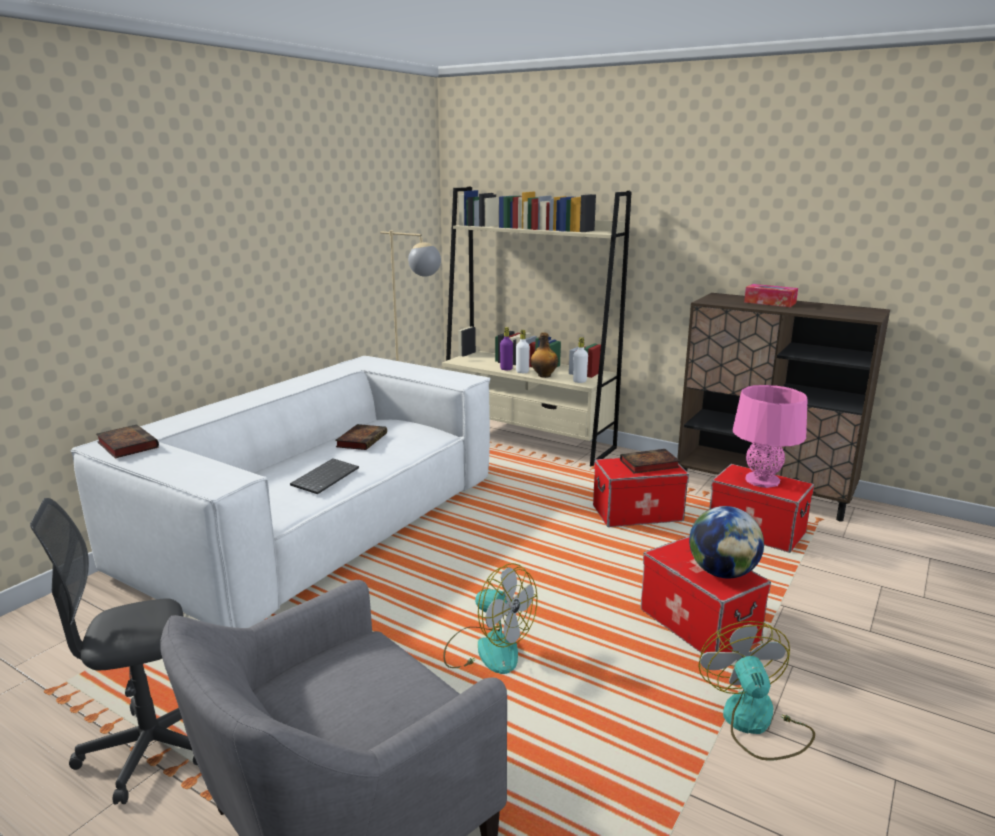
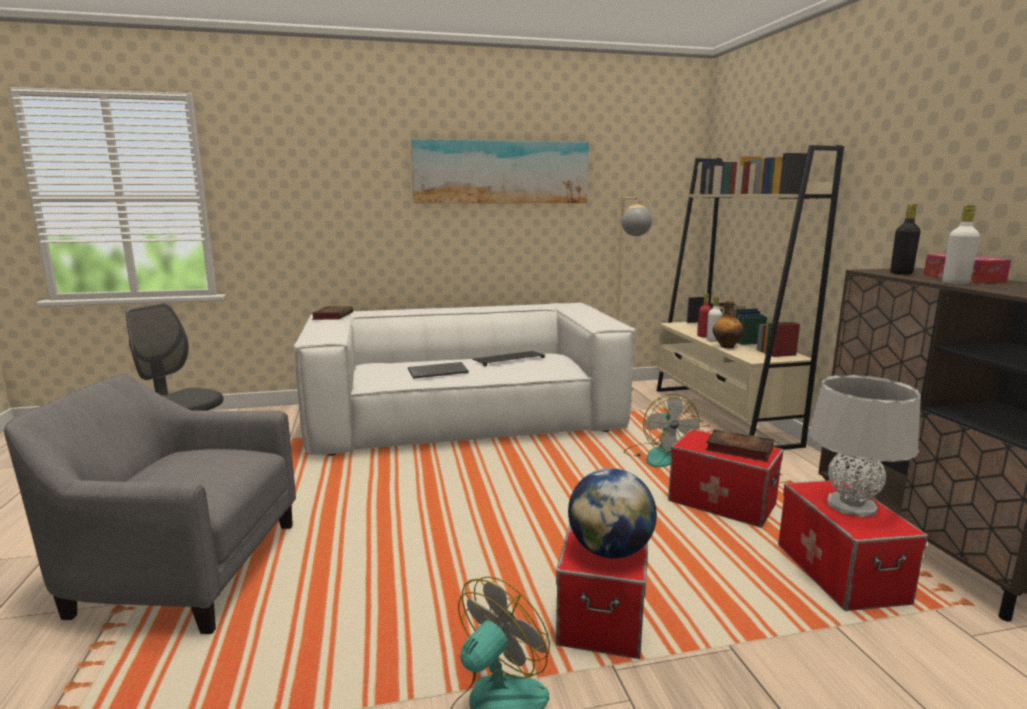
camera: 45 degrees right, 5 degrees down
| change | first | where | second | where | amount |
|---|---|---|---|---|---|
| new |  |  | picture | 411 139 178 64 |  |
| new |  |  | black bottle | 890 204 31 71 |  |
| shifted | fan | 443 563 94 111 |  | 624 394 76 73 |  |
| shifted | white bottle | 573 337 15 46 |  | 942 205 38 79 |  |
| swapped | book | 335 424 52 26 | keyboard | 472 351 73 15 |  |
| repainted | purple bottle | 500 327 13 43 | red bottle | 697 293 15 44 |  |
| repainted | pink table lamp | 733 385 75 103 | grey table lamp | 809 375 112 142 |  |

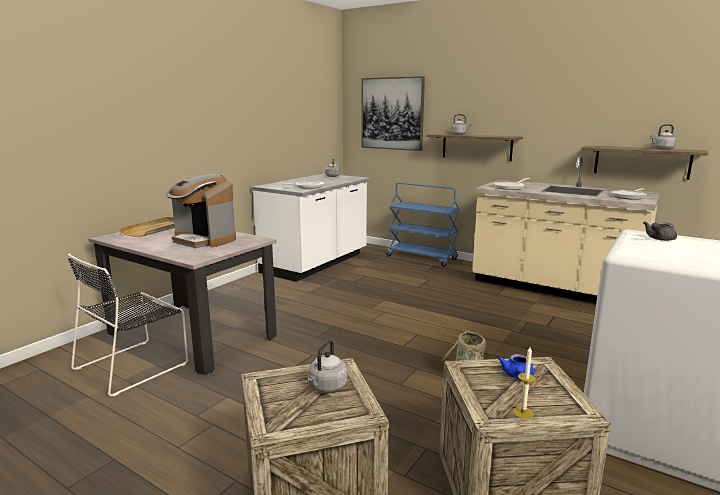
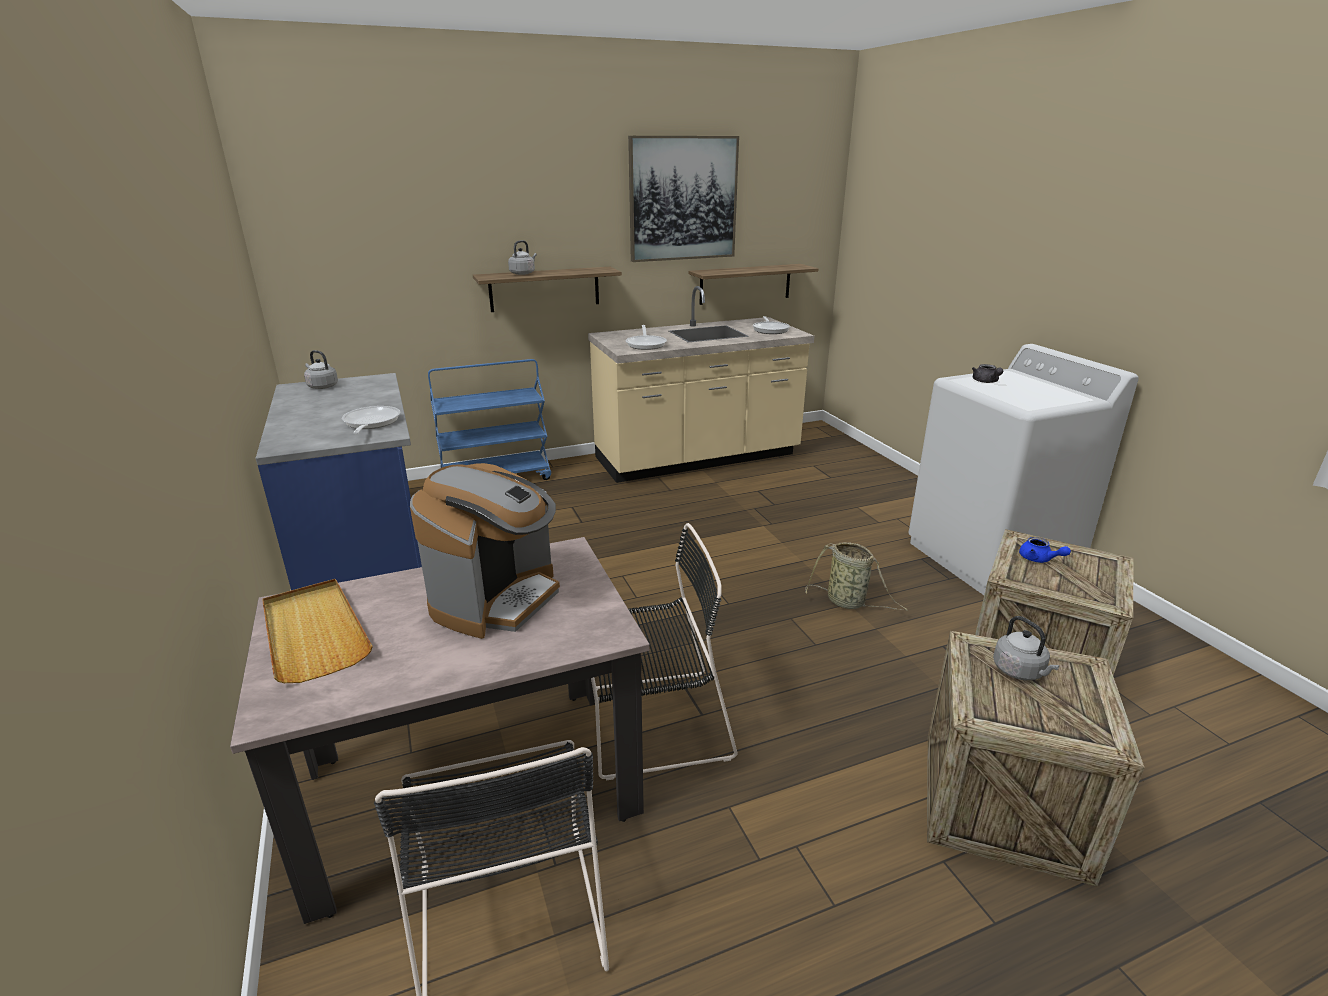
camera: 55 degrees left, 10 degrees up
| change | first | where | second | where | amount |
|---|---|---|---|---|---|
| gone | candle | 513 347 23 72 |  |  |  |
| gone | grey kettle | 650 124 27 26 |  |  |  |
| new |  |  | black chair | 591 523 146 258 |  |
| shifted | picture | 362 76 63 75 |  | 628 136 111 126 |  |
| repainted | white counter | 252 174 118 108 | blue counter | 256 373 166 217 |  |
| rotated | coffee machine | 166 174 70 74 |  | 410 463 150 176 | 45 degrees counterclockwise |

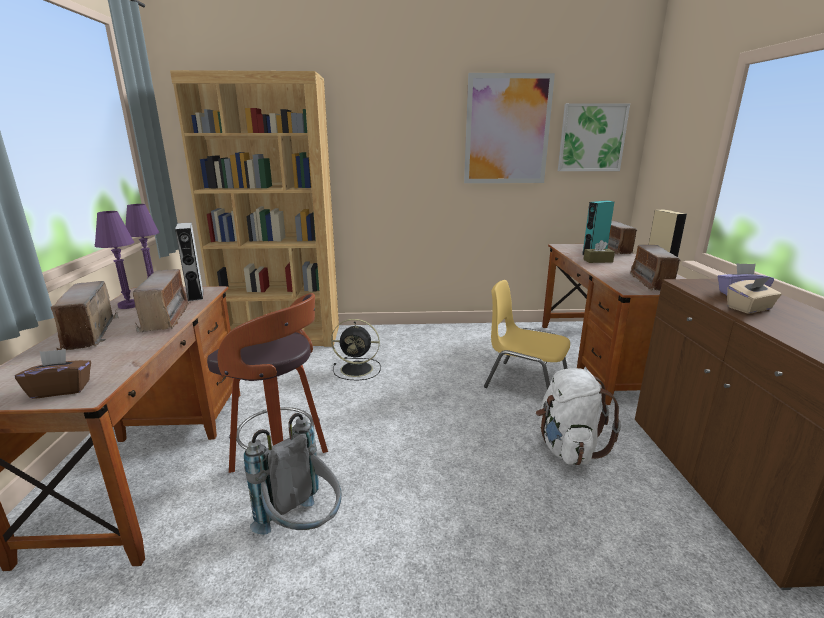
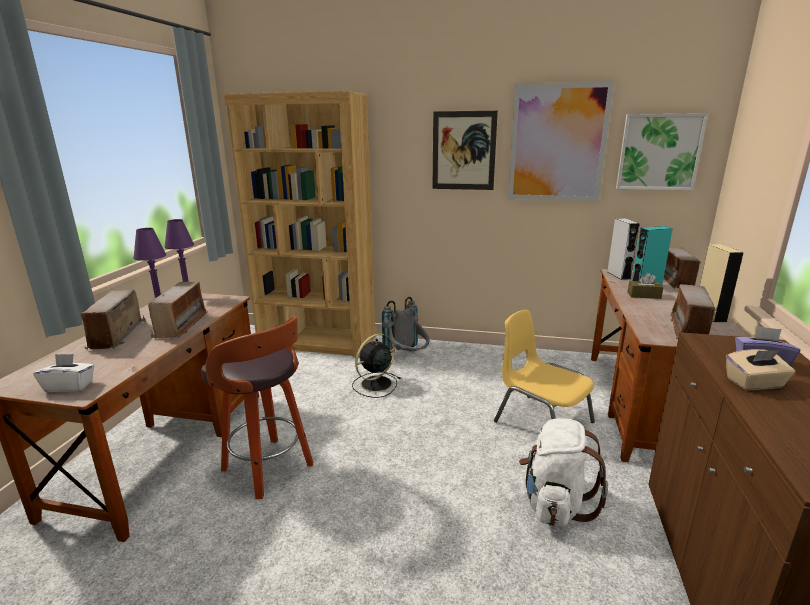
camera: 15 degrees right, 0 degrees up
| change | first | where | second | where | amount |
|---|---|---|---|---|---|
| new |  |  | picture | 432 111 66 79 |  |
| shifted | grey speaker | 175 222 28 79 |  | 607 218 33 62 |  |
| shifted | grey backpack | 244 413 98 122 |  | 382 297 47 56 |  |
| repainted | brown tissue box | 15 349 76 50 | white tissue box | 33 354 62 38 |  |
| rotated | black fan | 331 319 50 62 |  | 352 333 49 65 | 120 degrees clockwise |

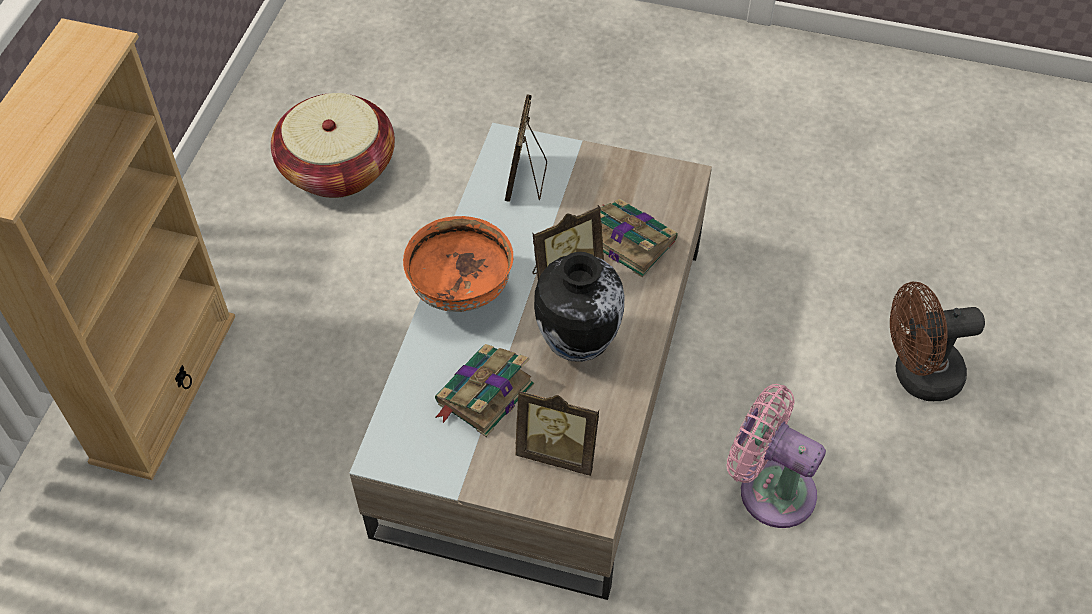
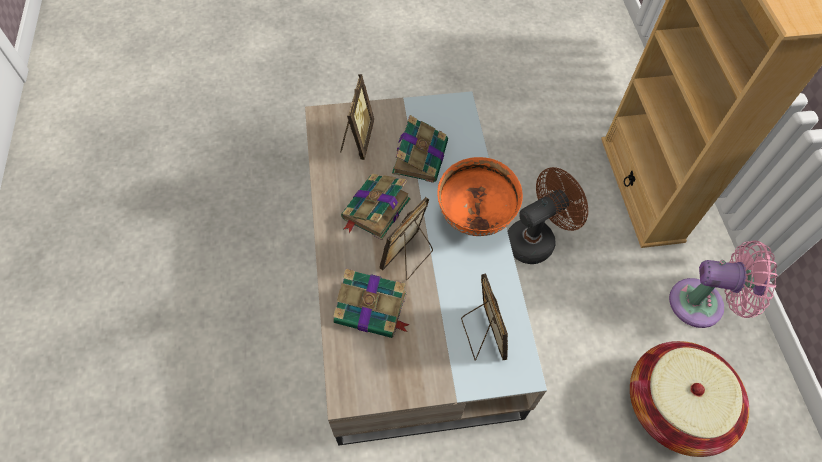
camera: 155 degrees right, 5 degrees up
| change | first | where | second | where | amount |
|---|---|---|---|---|---|
| shifted | pink fan | 727 384 99 144 |  | 669 241 108 87 |  |
| shifted | brown fan | 890 281 95 120 |  | 507 167 81 97 |  |
| swapped | vase | 534 252 91 110 | book | 341 174 70 66 |  |
| rotated | picture frame | 515 389 84 87 |  | 340 74 34 86 | 105 degrees clockwise |

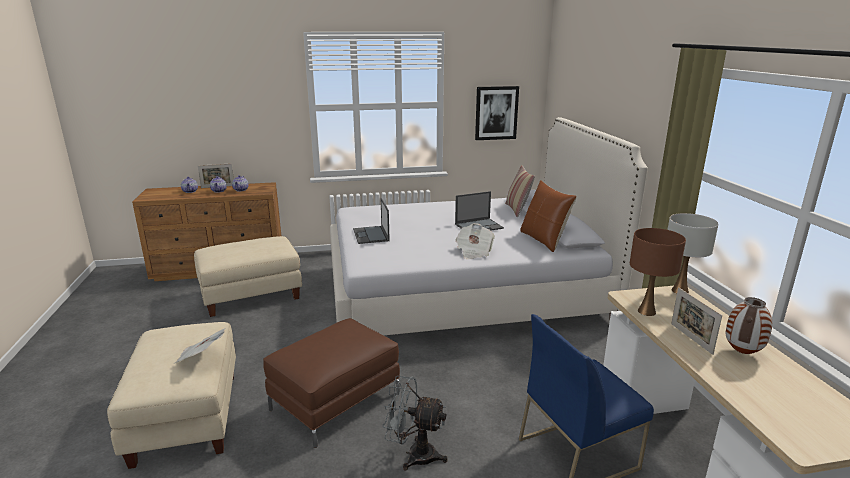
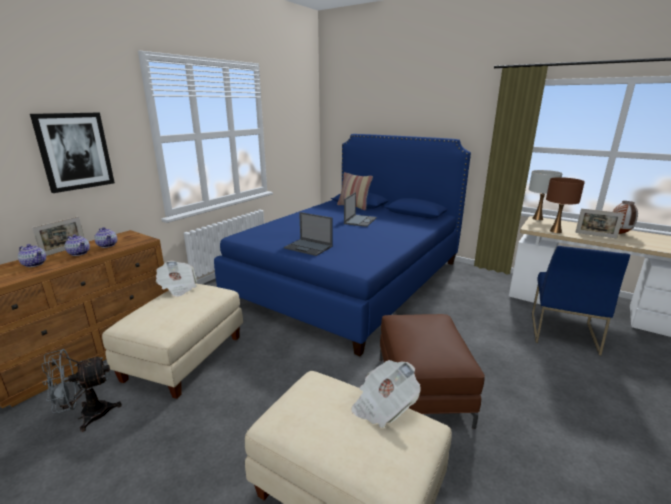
camera: 45 degrees left, 0 degrees up
| change | first | where | second | where | amount |
|---|---|---|---|---|---|
| gone | brown pillow | 520 180 57 72 |  |  |  |
| shifted | grey fan | 383 376 64 95 |  | 42 349 80 83 |  |
| shifted | newspaper | 456 223 39 36 |  | 156 261 41 36 |  |
| shifted | picture | 475 86 44 54 |  | 30 113 85 80 |  |
| repainted | white bed | 330 117 318 218 | blue bed | 214 134 257 222 |  |

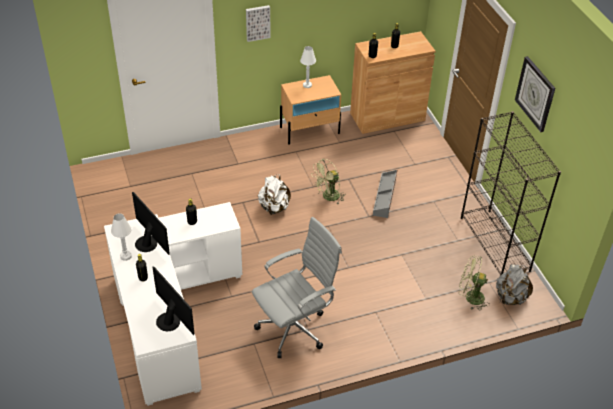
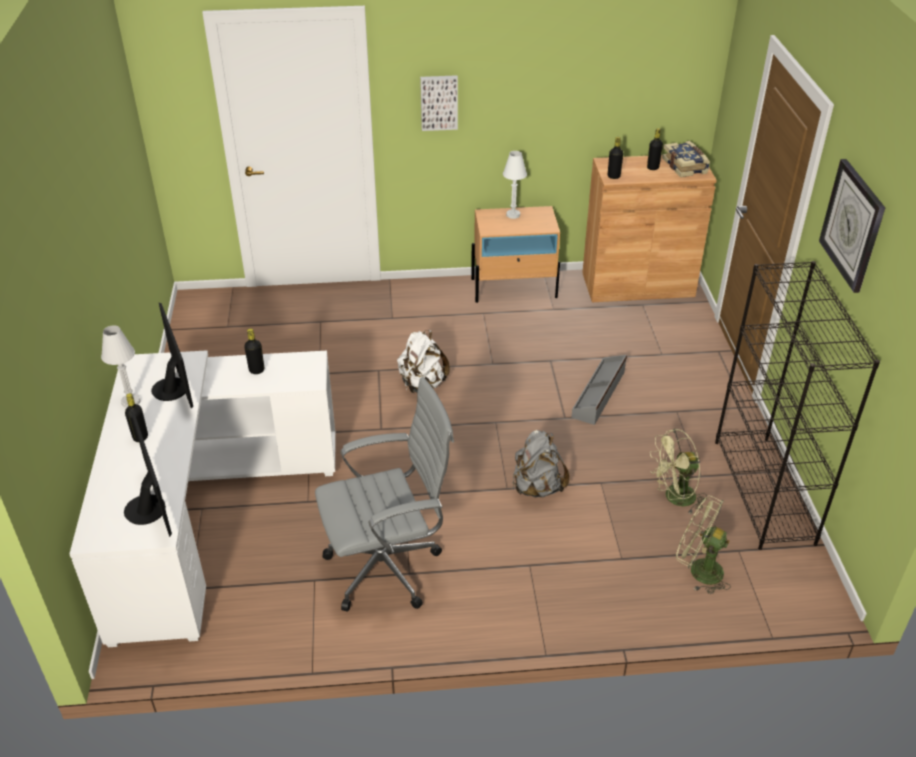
camera: 15 degrees right, 5 degrees down
| change | first | where | second | where | amount |
|---|---|---|---|---|---|
| new |  |  | book | 662 141 48 36 |  |
| shifted | green fan | 311 159 34 45 |  | 650 429 57 85 |  |
| shifted | grey backpack | 496 264 37 41 |  | 512 430 58 67 |  |

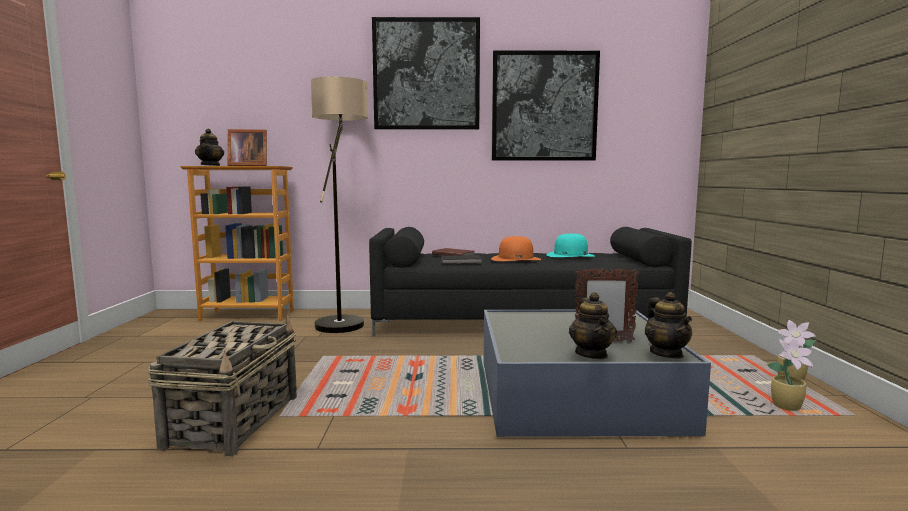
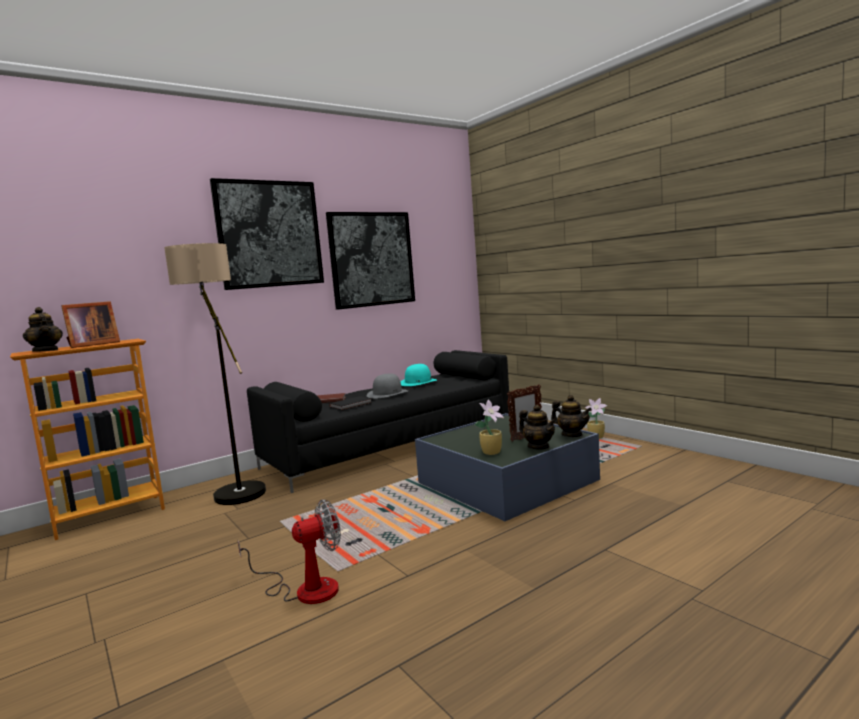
camera: 35 degrees left, 0 degrees up
| change | first | where | second | where | amount |
|---|---|---|---|---|---|
| shifted | potted plant | 767 338 46 73 |  | 475 399 29 56 |  |
| swapped | basket | 147 315 150 141 | fan | 238 500 103 104 |  |
| repainted | orange hat | 491 236 50 25 | grey hat | 367 373 41 25 |  |

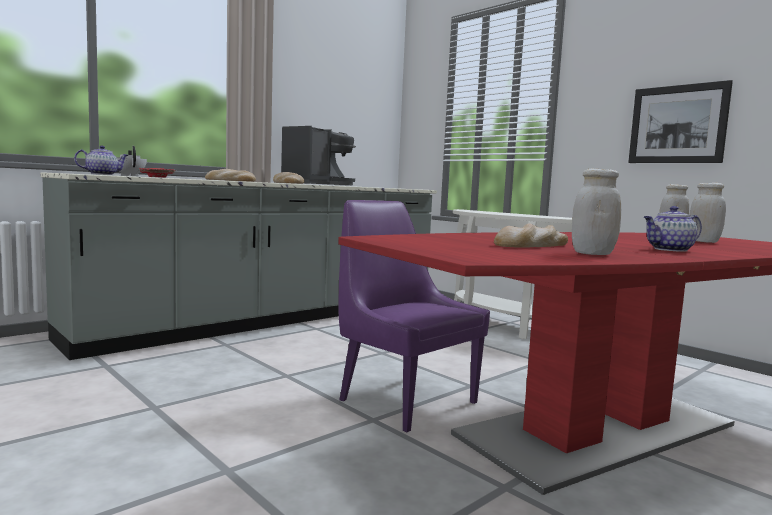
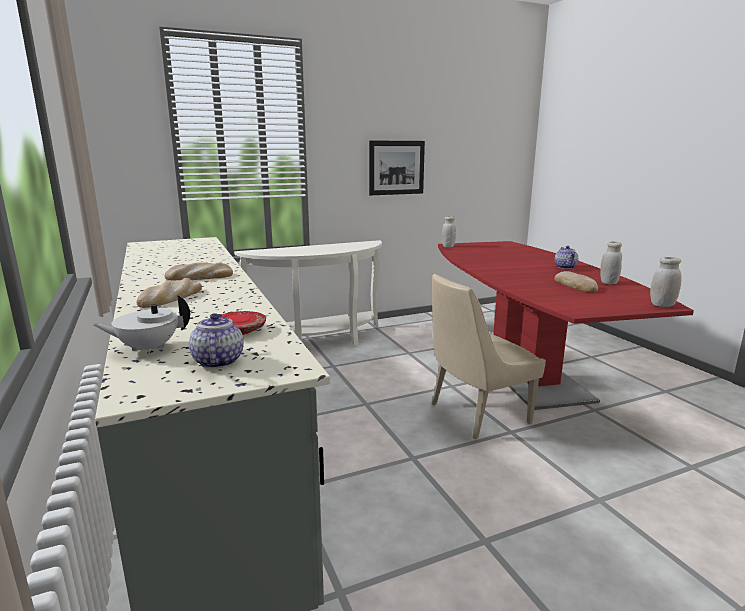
camera: 70 degrees left, 10 degrees up
| change | first | where | second | where | amount |
|---|---|---|---|---|---|
| gone | coffee machine | 281 126 75 59 |  |  |  |
| shifted | white jar | 689 183 37 60 |  | 650 257 32 50 |  |
| repainted | purple chair | 339 200 151 232 | beige chair | 432 274 114 165 |  |

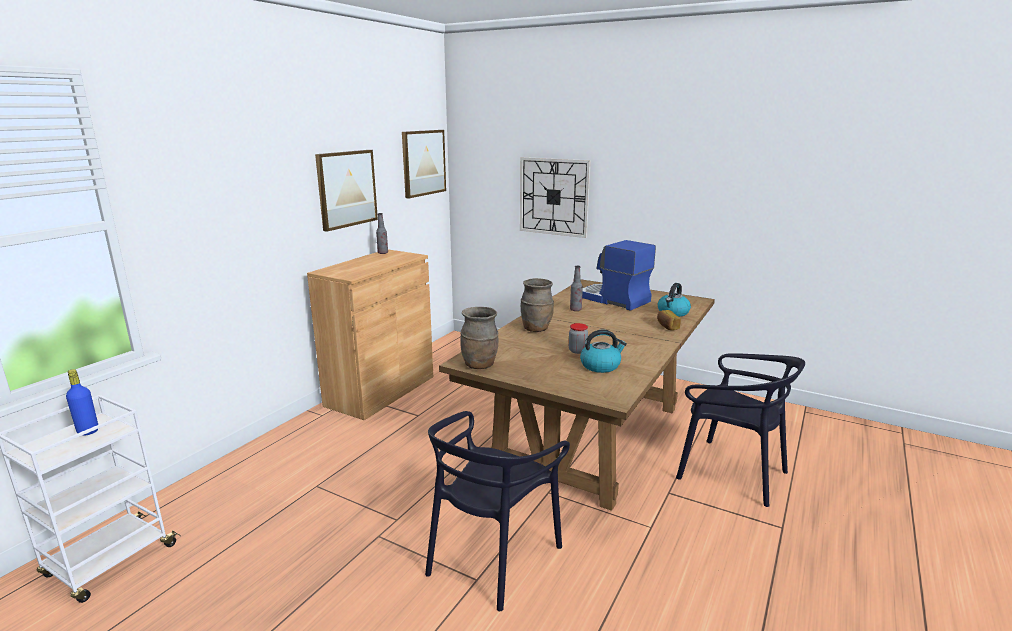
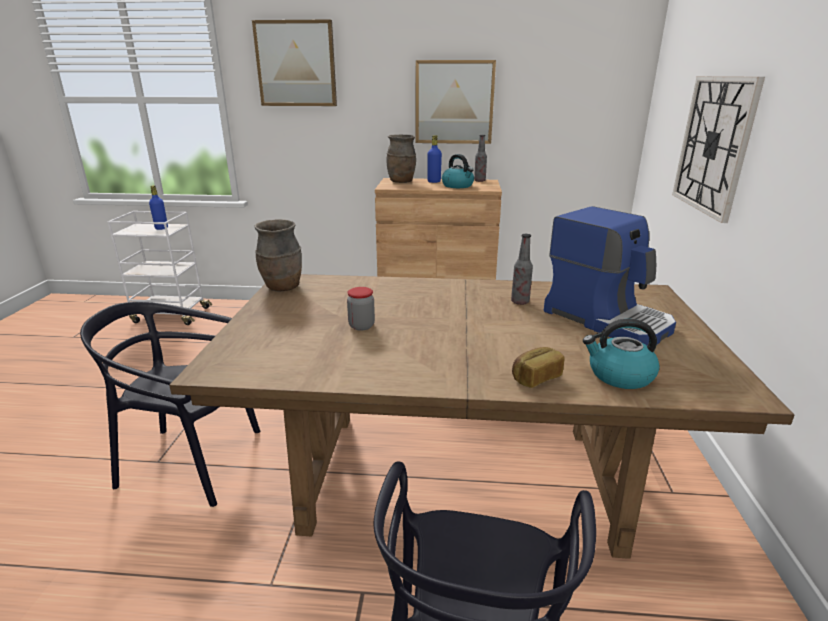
camera: 65 degrees right, 5 degrees up
| change | first | where | second | where | amount |
|---|---|---|---|---|---|
| new |  |  | blue bottle | 427 135 15 48 |  |
| shifted | picture | 402 130 44 68 |  | 252 19 85 87 |  |
| shifted | brown vase | 521 278 33 54 |  | 387 135 29 48 |  |
| shifted | kettle | 580 330 47 43 |  | 442 154 32 34 |  |
| rotated | coffee machine | 582 240 74 71 |  | 544 206 132 140 | 120 degrees clockwise |

